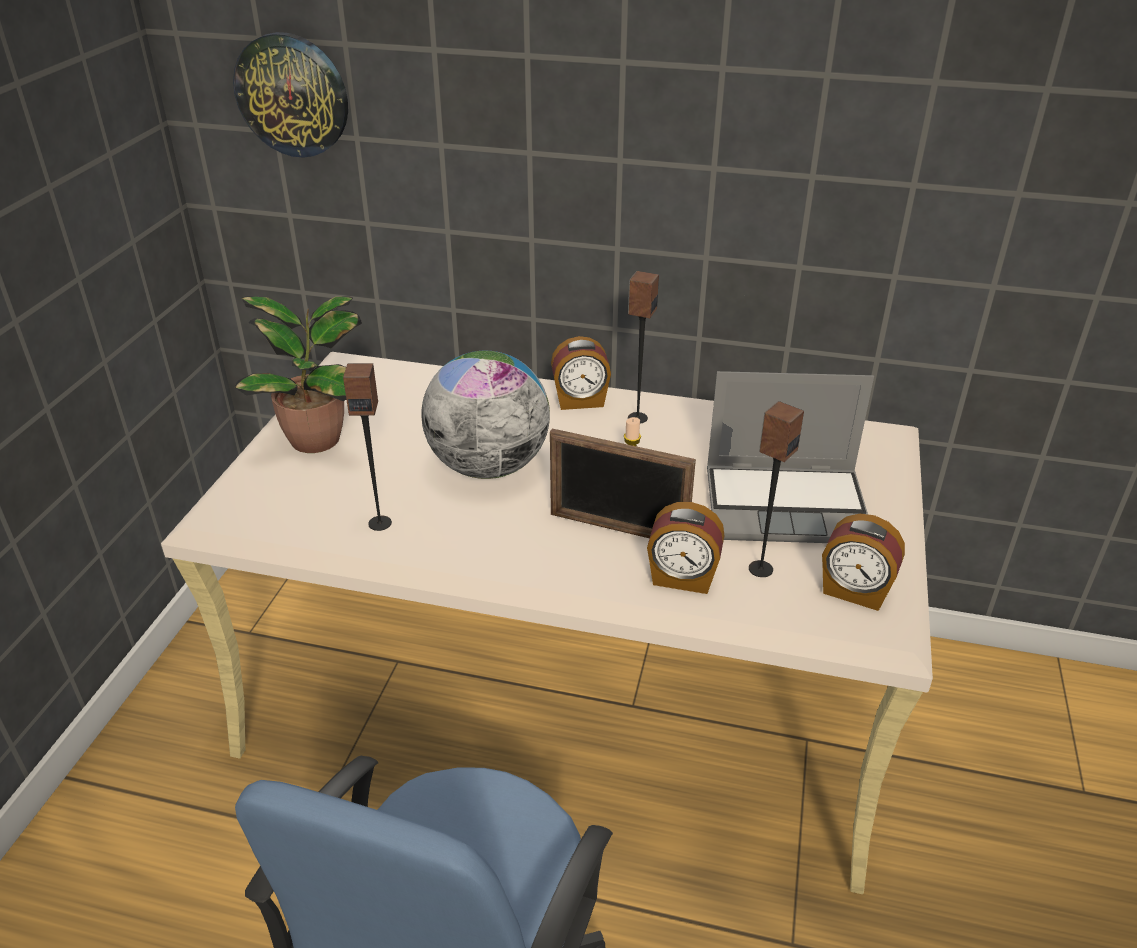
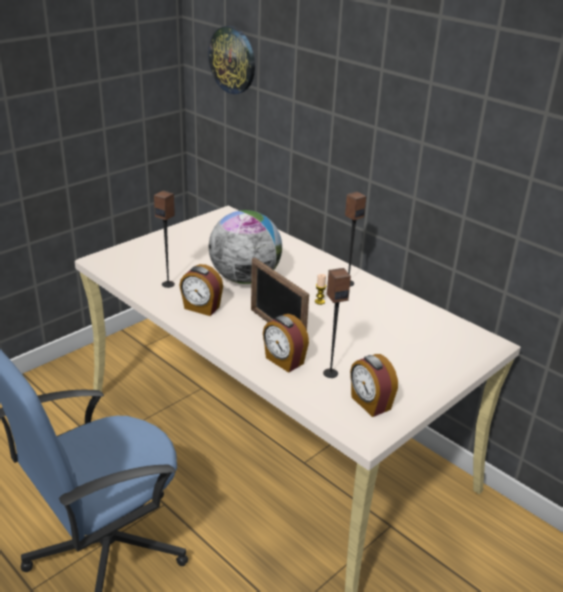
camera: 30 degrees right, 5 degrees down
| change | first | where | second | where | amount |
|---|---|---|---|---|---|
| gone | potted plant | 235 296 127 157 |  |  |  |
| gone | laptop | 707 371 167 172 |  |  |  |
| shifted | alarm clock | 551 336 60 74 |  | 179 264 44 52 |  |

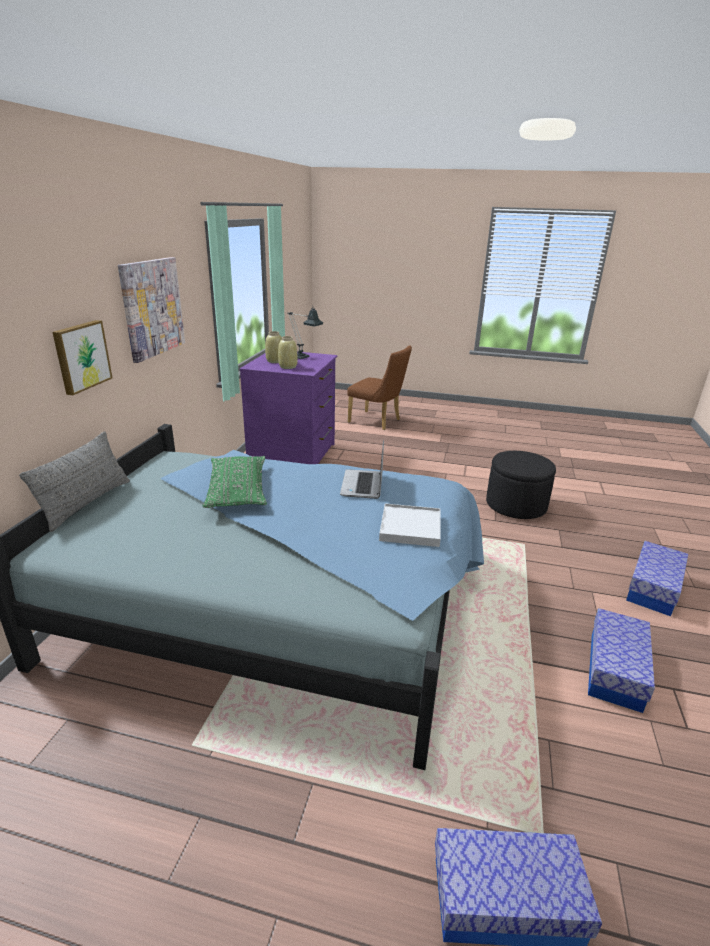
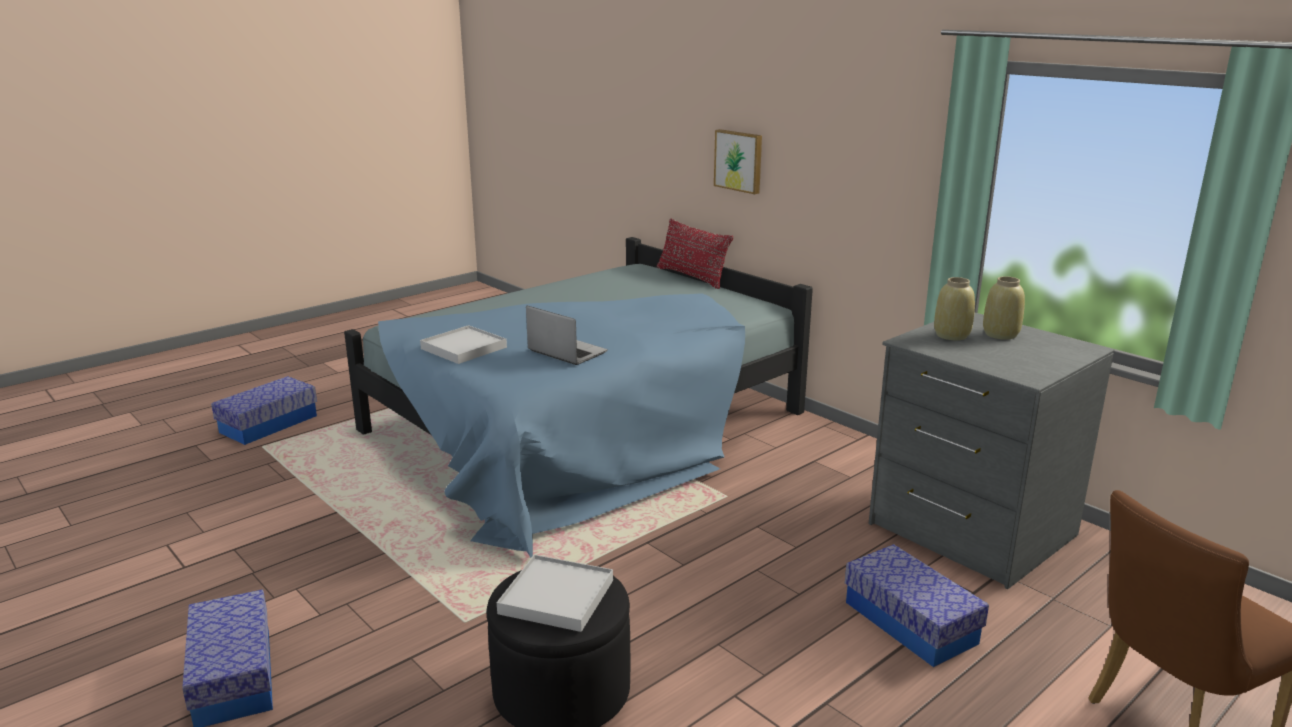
camera: 125 degrees right, 5 degrees down
| change | first | where | second | where | amount |
|---|---|---|---|---|---|
| gone | picture | 118 257 67 106 |  |  |  |
| gone | green pillow | 203 456 64 52 |  |  |  |
| gone | table lamp | 287 306 36 54 |  |  |  |
| new |  |  | white tray | 497 555 116 77 |  |
| shifted | storage box | 588 608 67 105 |  | 845 544 144 123 |  |
| repainted | grey pillow | 19 431 111 101 | red pillow | 657 218 76 71 |  |
| repainted | purple dresser | 240 352 97 112 | grey dresser | 869 313 246 276 |  |

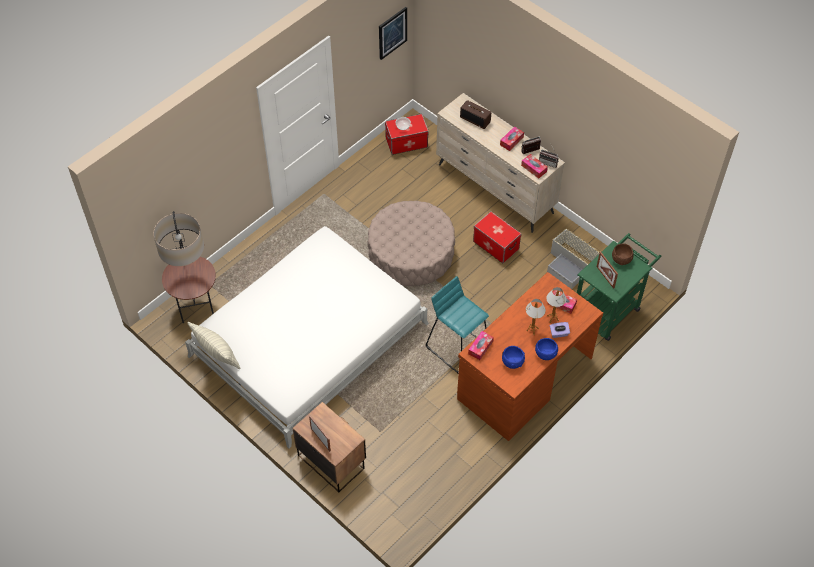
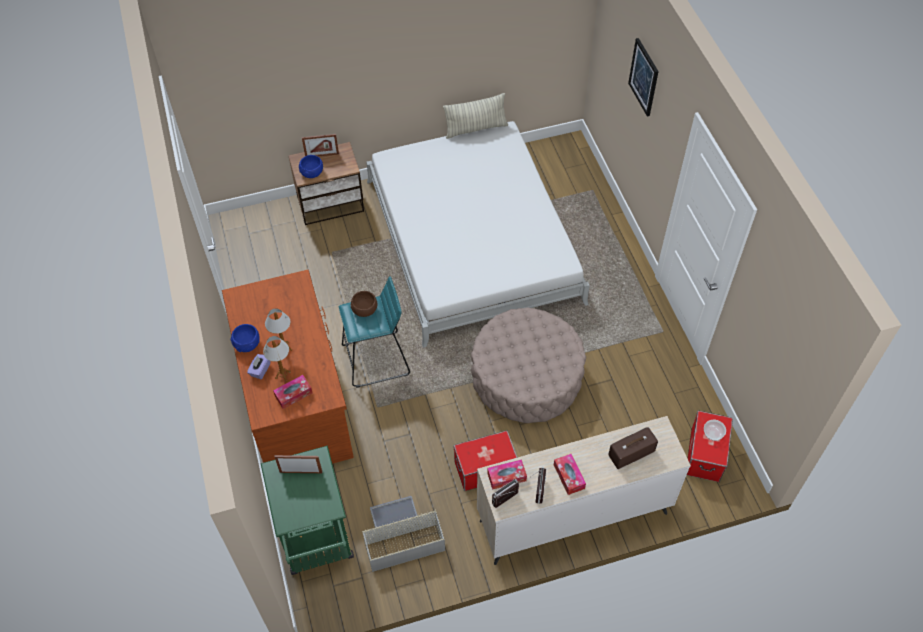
camera: 120 degrees right, 0 degrees up
| change | first | where | second | where | amount |
|---|---|---|---|---|---|
| gone | floor lamp | 154 211 62 112 |  |  |  |
| gone | tissue box | 468 331 26 29 |  |  |  |
| shifted | picture | 379 7 28 53 |  | 628 38 31 78 |  |
| shifted | blue bowl | 502 346 23 23 |  | 299 155 24 23 |  |
| shifted | brown bowl | 612 244 22 21 |  | 351 291 27 26 |  |

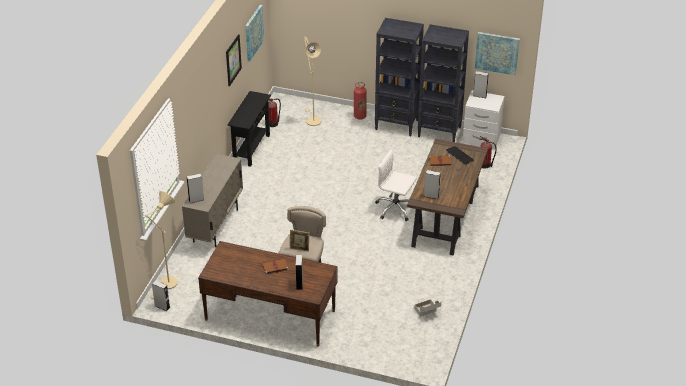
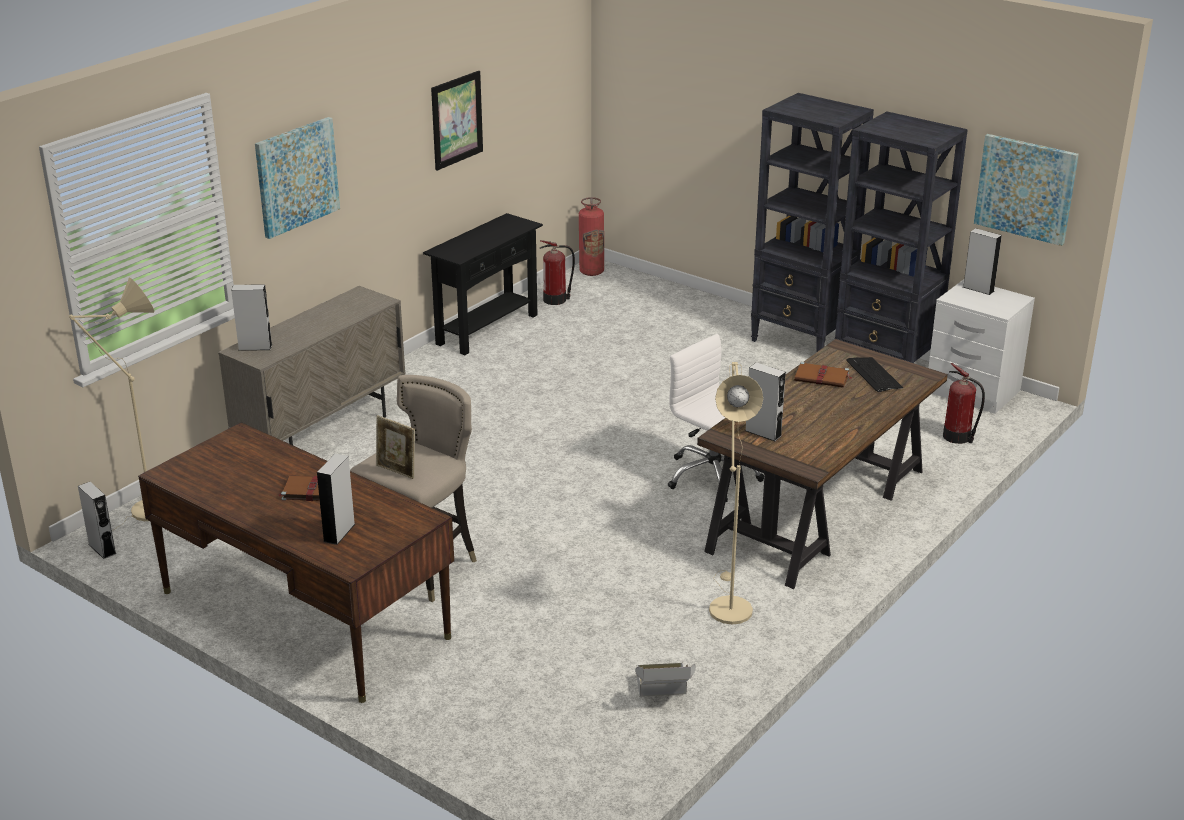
camera: 20 degrees right, 10 degrees down
| change | first | where | second | where | amount |
|---|---|---|---|---|---|
| shifted | picture | 245 5 19 56 |  | 255 117 85 122 |  |
| shifted | beige floor lamp | 303 37 18 89 |  | 709 362 54 263 |  |
| shifted | fire extinguisher | 354 82 13 38 |  | 579 197 25 79 |  |

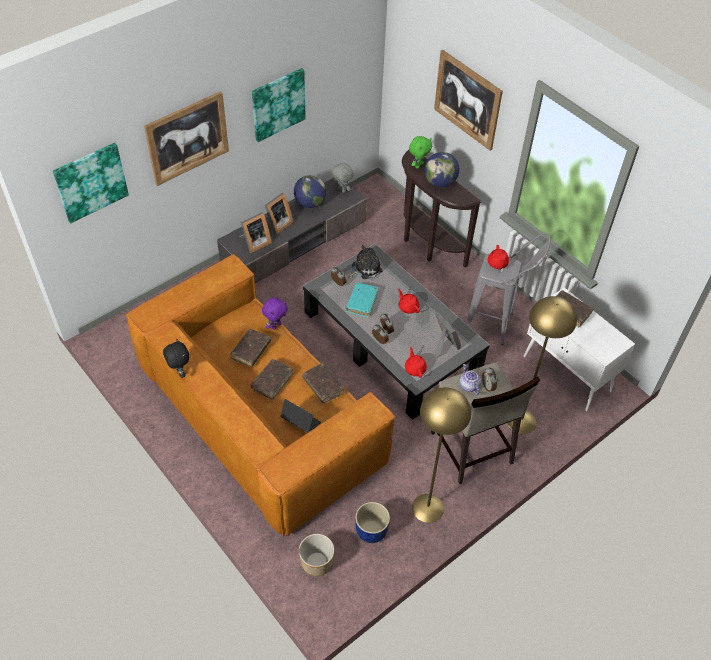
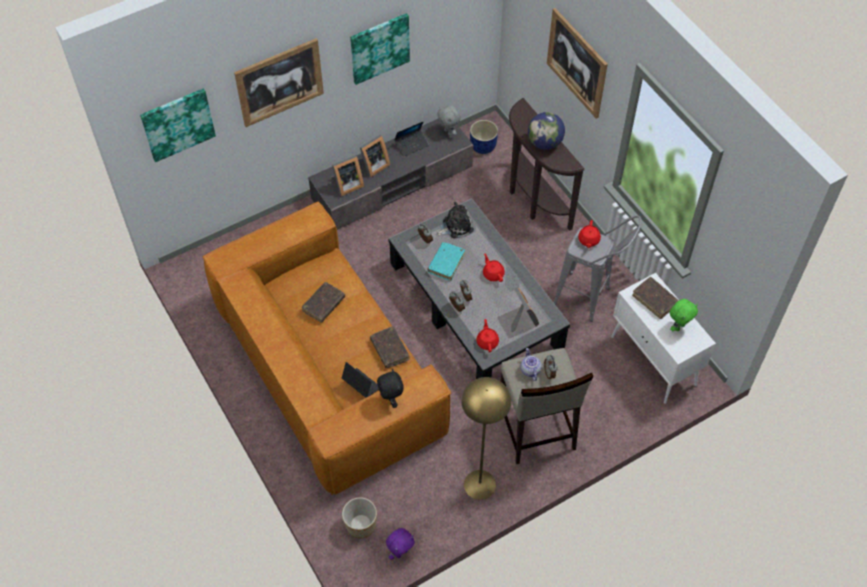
camera: 10 degrees right, 5 degrees up
| change | first | where | second | where | amount |
|---|---|---|---|---|---|
| gone | brown book | 251 359 43 41 |  |  |  |
| gone | yellow floor lamp | 507 296 70 138 |  |  |  |
| shifted | black plush toy | 163 339 26 39 |  | 377 369 27 39 |  |
| shifted | purple plush toy | 262 297 26 33 |  | 386 528 29 32 |  |
| shifted | blue planter | 355 502 35 41 |  | 470 120 28 34 |  |
| shifted | green plush toy | 409 136 23 33 |  | 670 299 28 32 |  |
| swapped | globe | 294 175 32 33 | laptop | 394 122 35 35 |  |

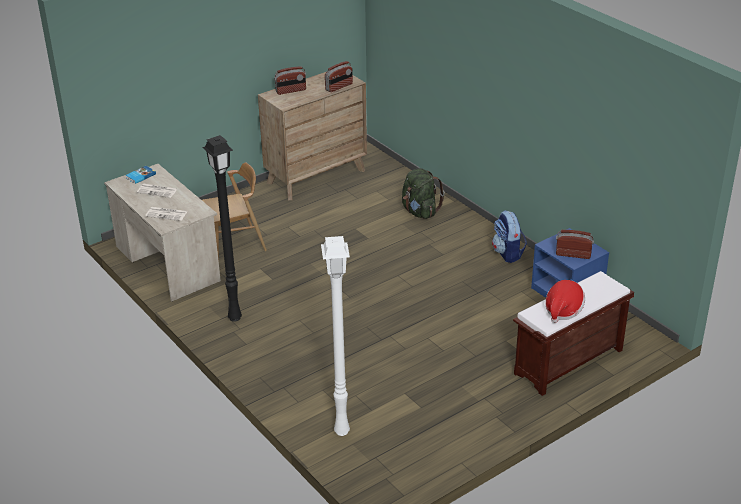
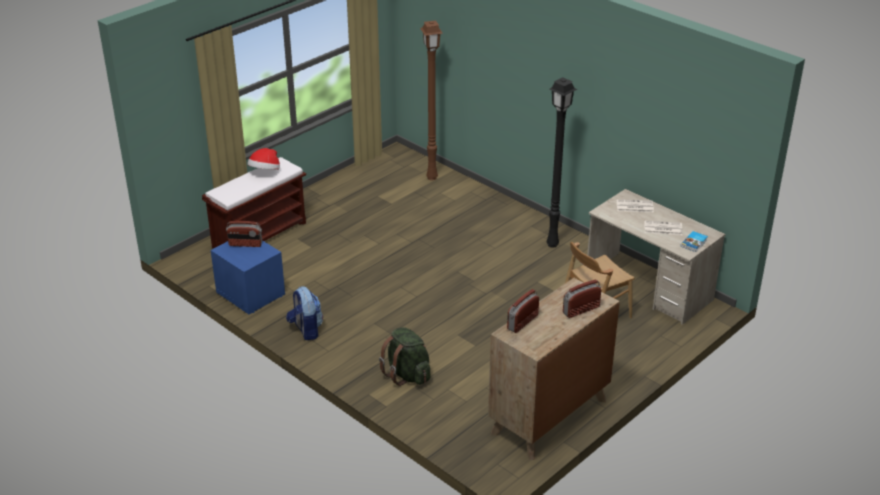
camera: 170 degrees right, 0 degrees up
| change | first | where | second | where | amount |
|---|---|---|---|---|---|
| repainted | white floor lamp | 321 236 29 200 | brown floor lamp | 420 21 23 159 |  |

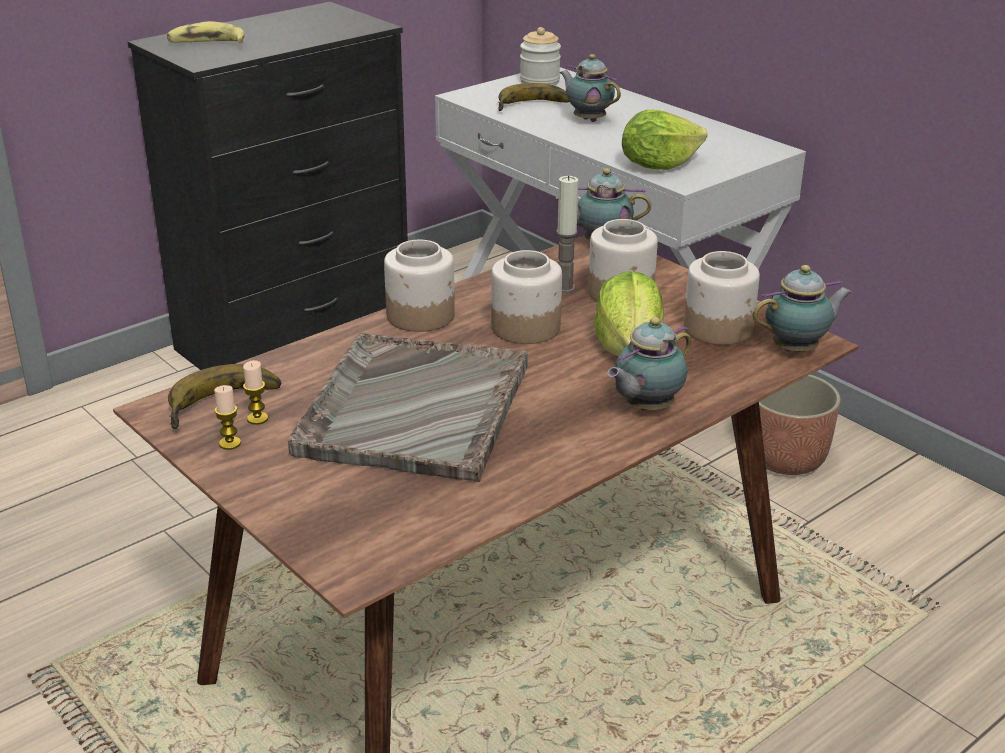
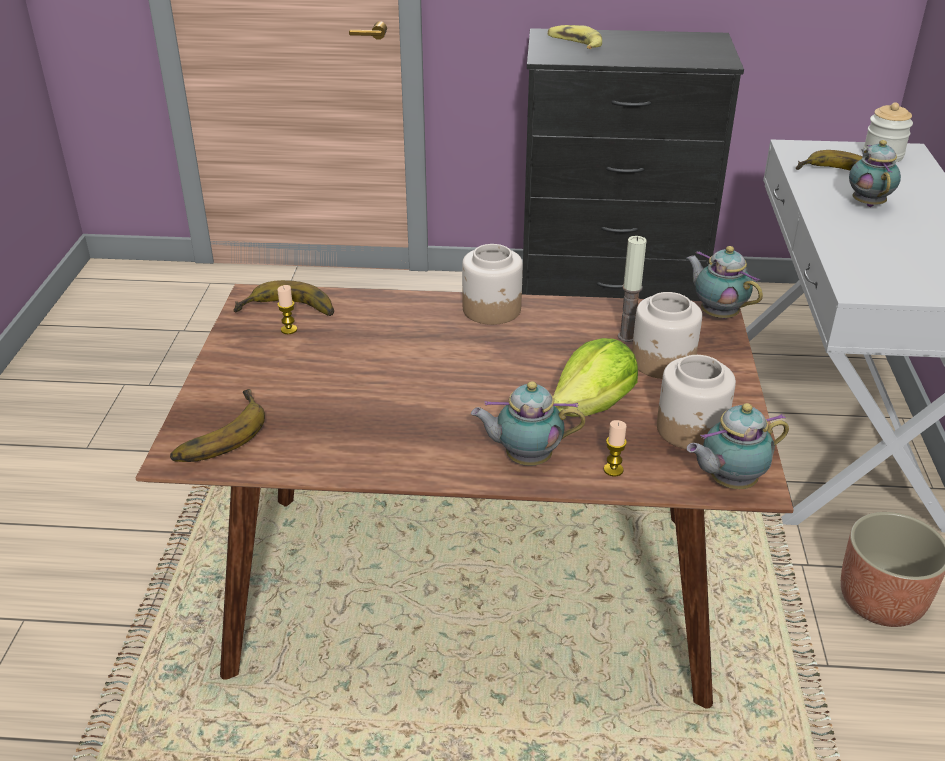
camera: 45 degrees right, 5 degrees up
| change | first | where | second | where | amount |
|---|---|---|---|---|---|
| gone | grey tray | 288 333 240 149 |  |  |  |
| gone | jar | 491 250 71 94 |  |  |  |
| gone | lettuce | 622 110 85 60 |  |  |  |
| new |  |  | banana | 170 389 95 73 |  |
| shifted | candle | 214 385 27 65 |  | 604 420 23 56 |  |
| rotated | teapot | 753 265 99 87 |  | 687 403 102 86 | 135 degrees clockwise |

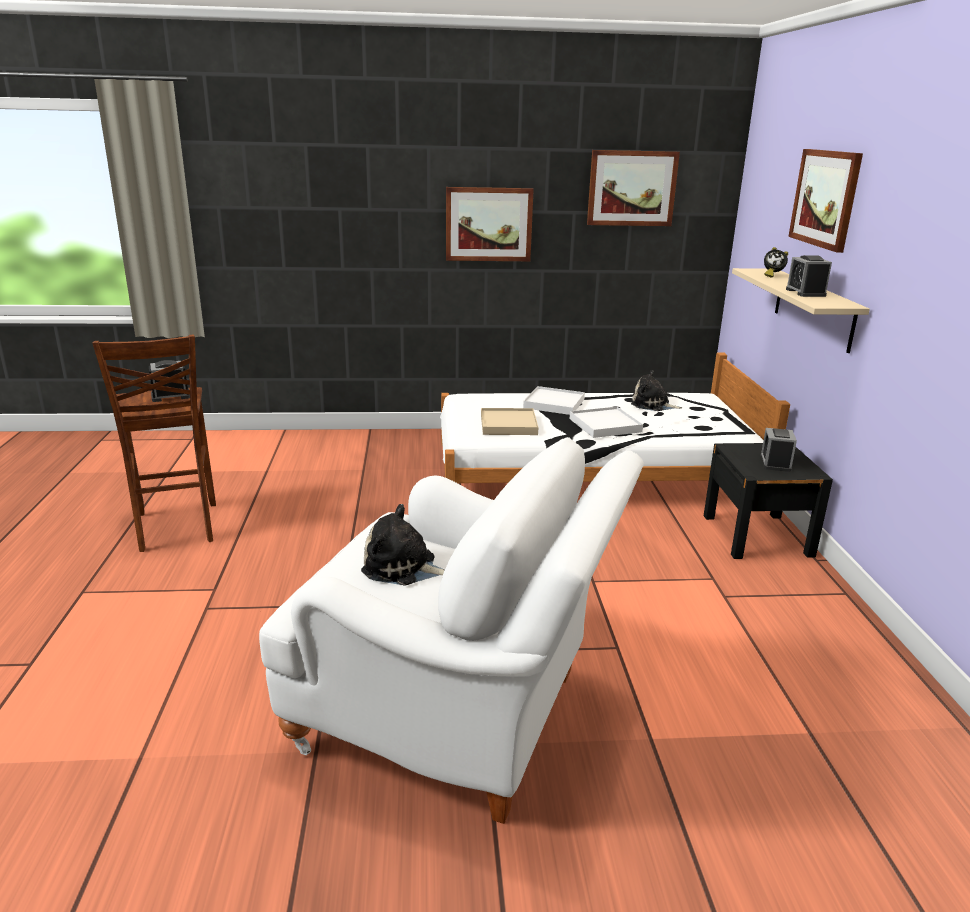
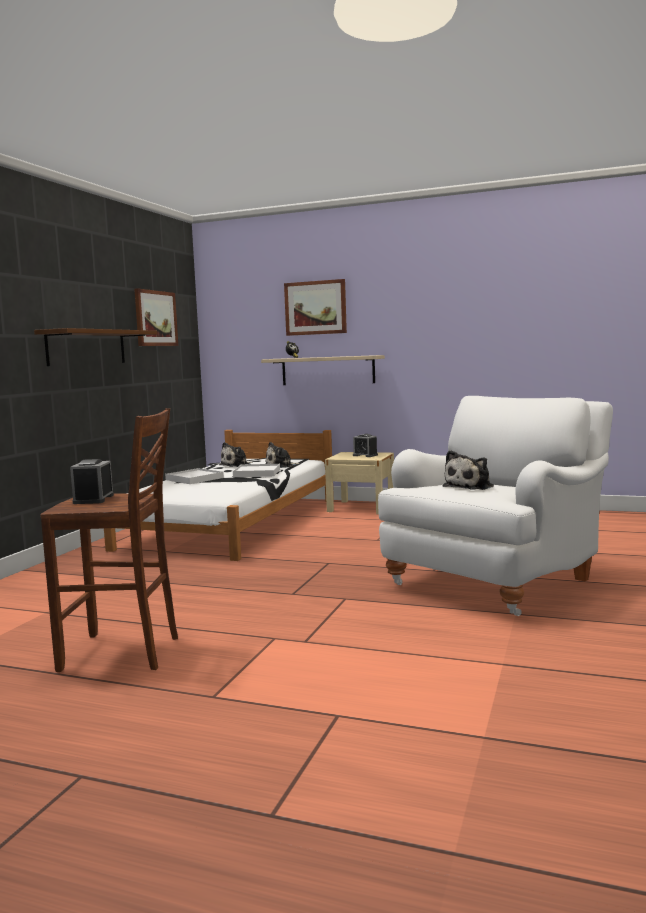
camera: 65 degrees left, 15 degrees down
| change | first | where | second | where | amount |
|---|---|---|---|---|---|
| gone | beige tray | 481 408 57 27 |  |  |  |
| gone | alarm clock | 786 255 46 42 |  |  |  |
| new |  |  | plush toy | 265 442 35 26 |  |
| swapped | picture | 446 187 88 74 | brown shelf | 34 328 123 38 |  |
| repainted | black nightstand | 704 443 129 116 | beige nightstand | 325 452 69 62 |  |

